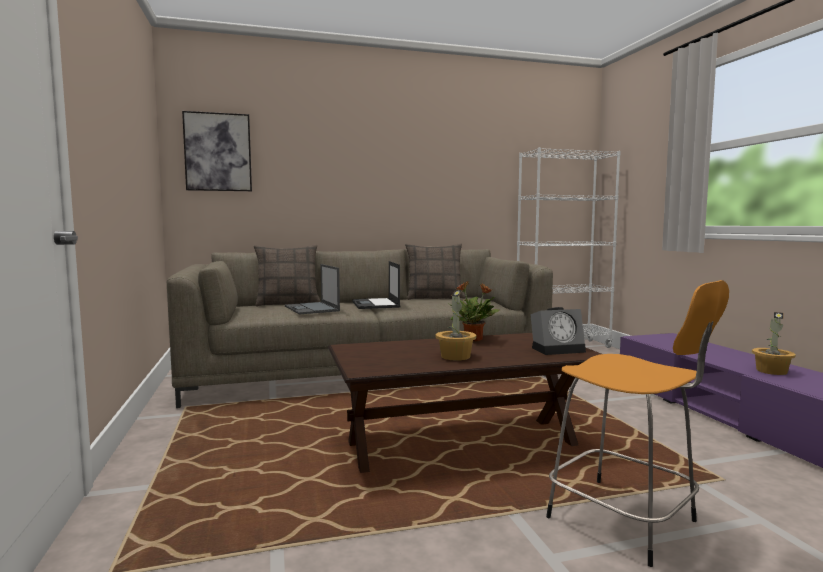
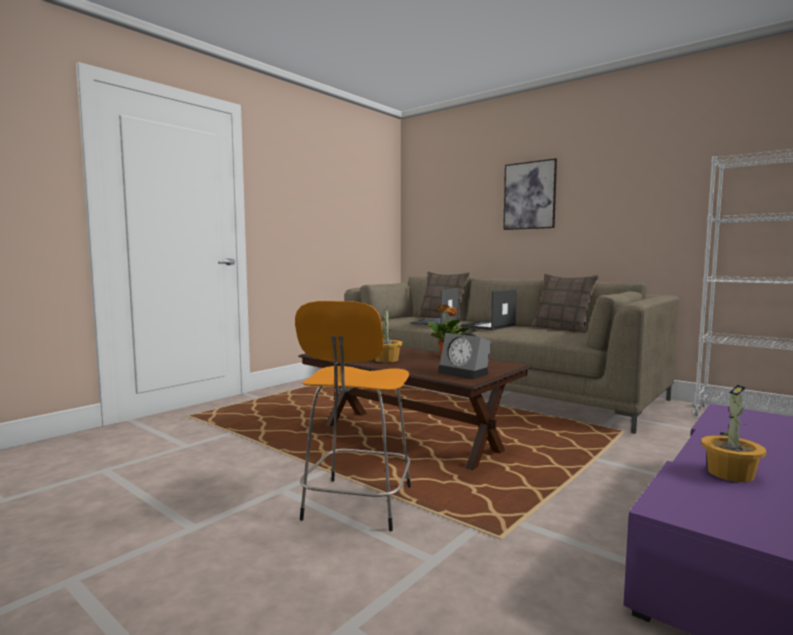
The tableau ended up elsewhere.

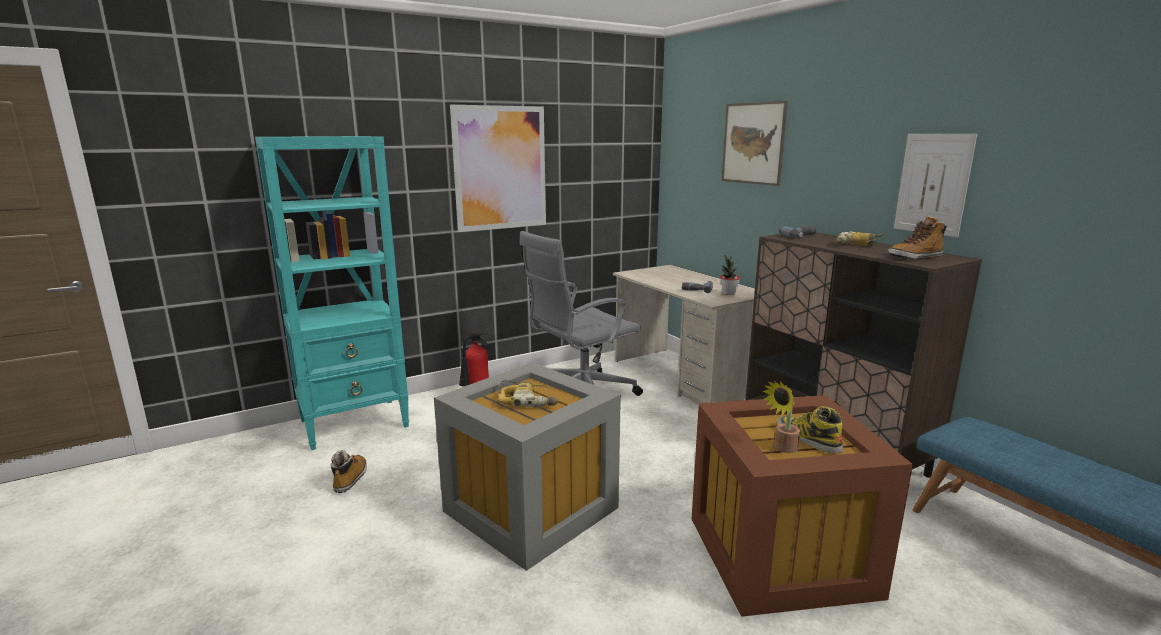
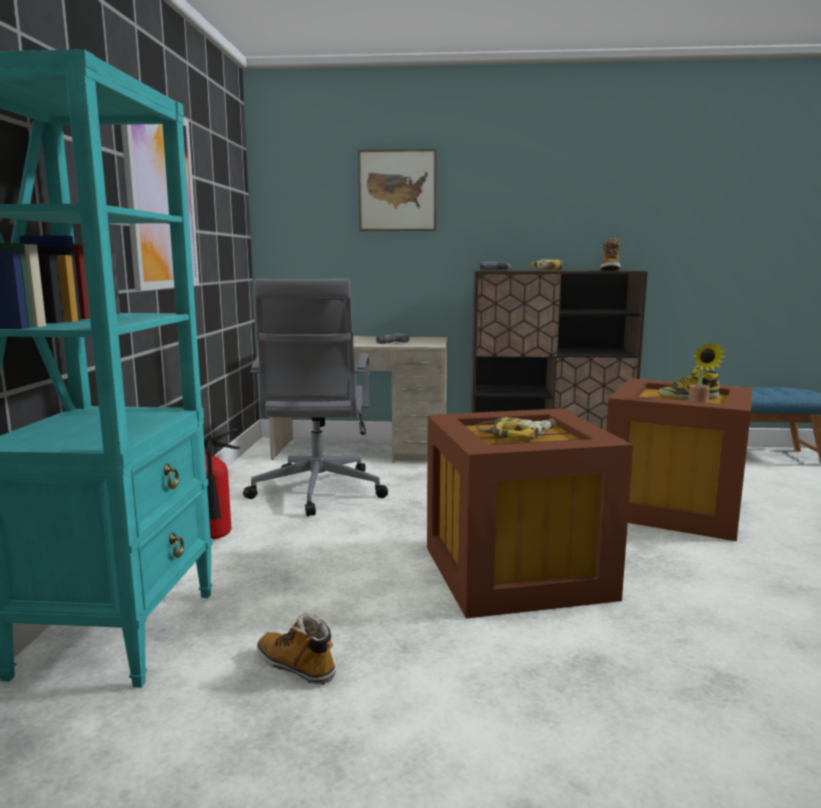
What was the boîte de rangement/gris turned into the boîte de rangement/marron (no. 1 from left).
The second view lost the plante en pot (no. 1 from left).
The second view lost the tableau (no. 3 from left).

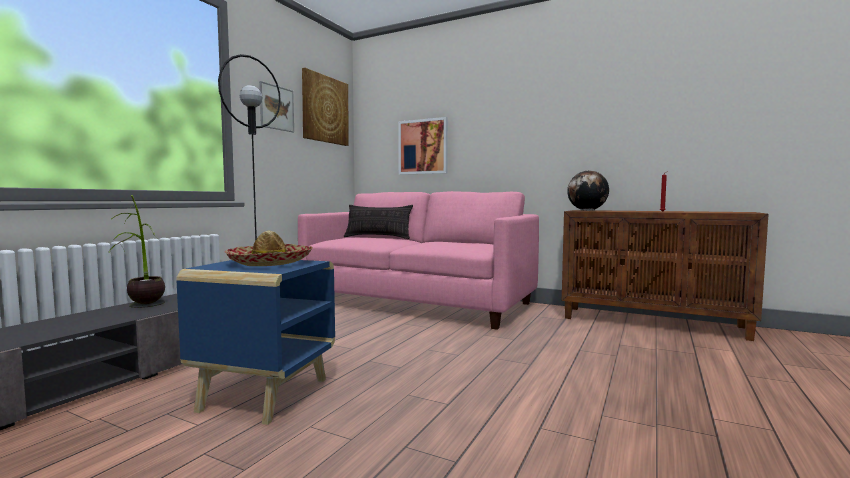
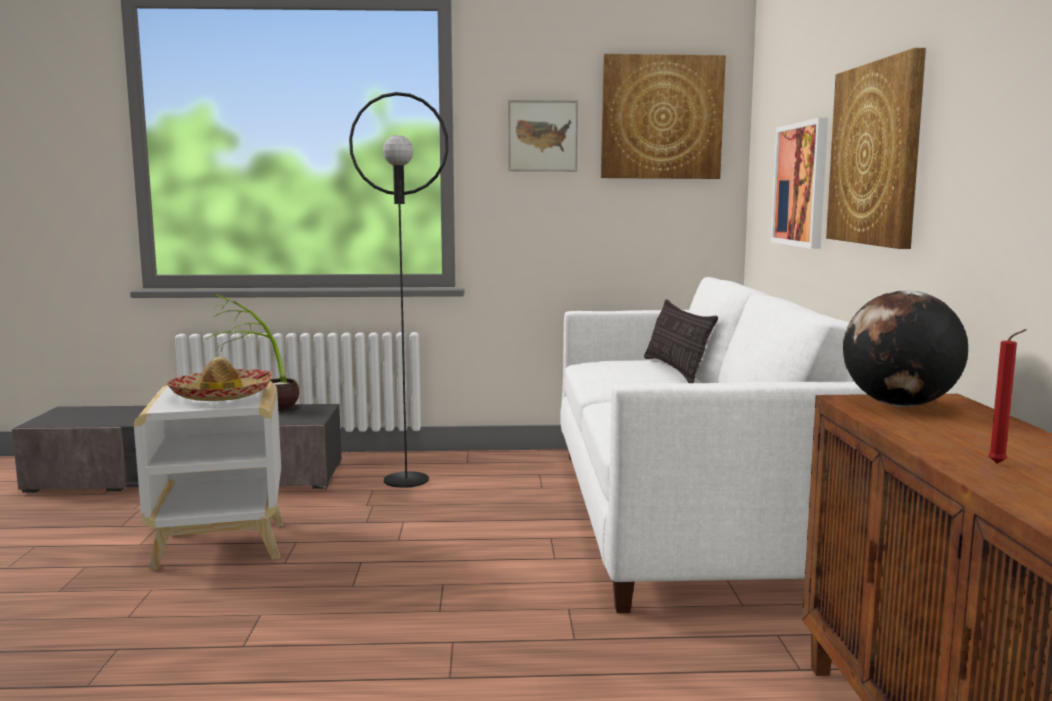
What was the table d'appoint/bleu turned into the table d'appoint/blanc.
What was the canapé/rose turned into the canapé/blanc.
The second view gained the tableau (no. 4 from left).

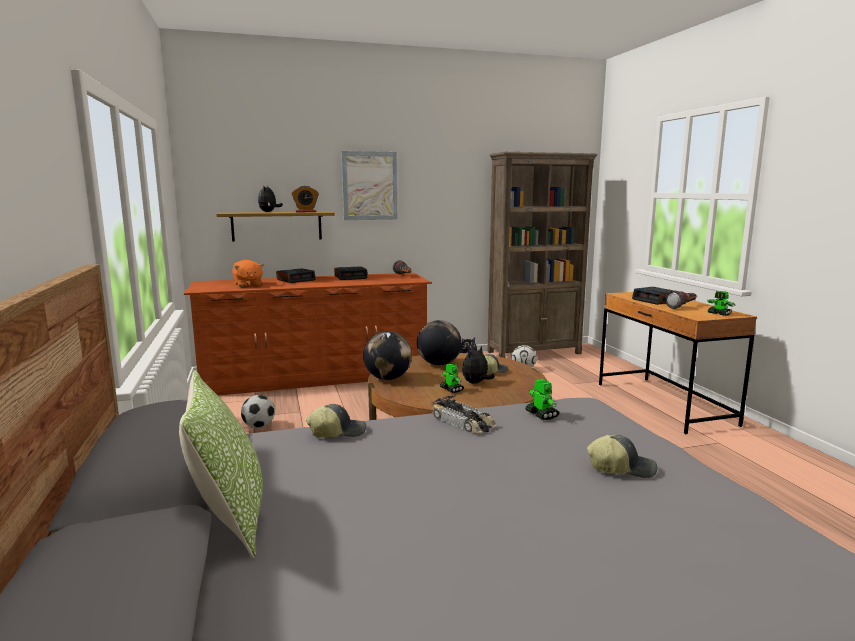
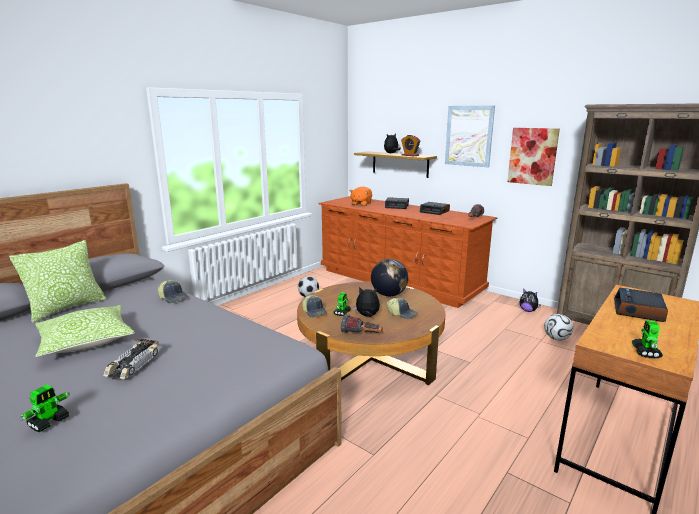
The second view lost the globe (no. 1 from left).
The petite voiture ended up elsewhere.
The robot jouet (no. 2 from left in the first image) ended up elsewhere.
The casquette (no. 3 from left in the first image) ended up elsewhere.
The lampe de poche (no. 2 from left in the first image) ended up elsewhere.
The second view gained the coussin (no. 2 from left).
The second view gained the tableau (no. 2 from left).

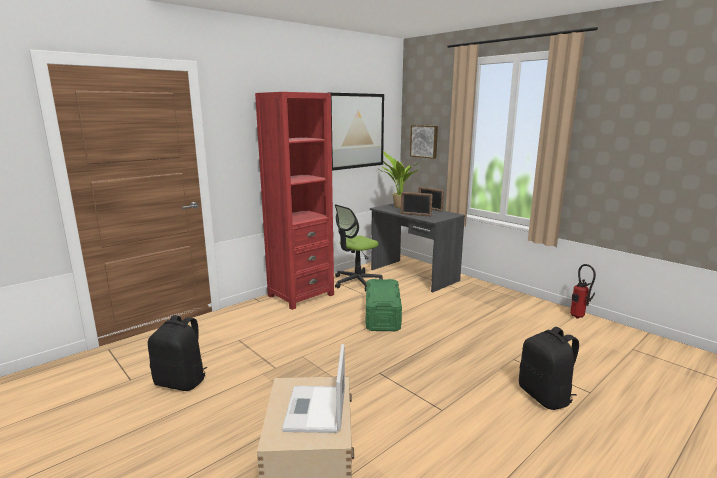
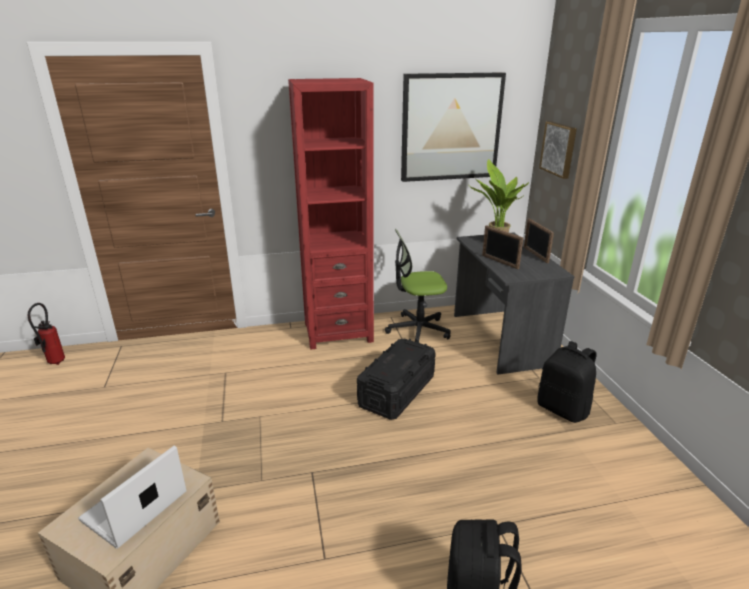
The sac à dos/noir (no. 1 from left in the first image) ended up elsewhere.
What was the boîte de rangement/vert turned into the boîte de rangement/noir.
The extincteur ended up elsewhere.

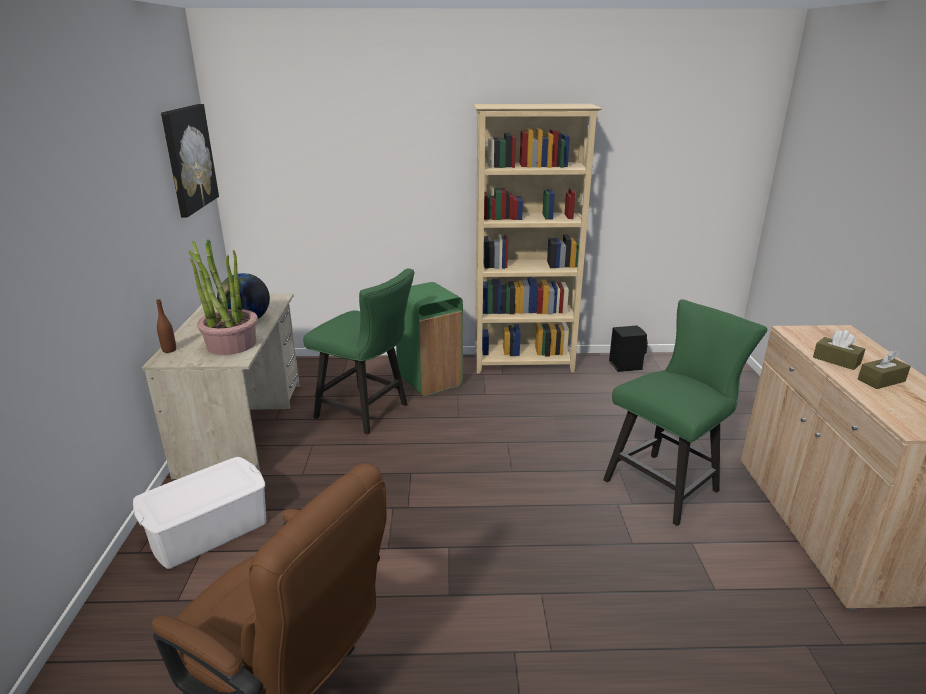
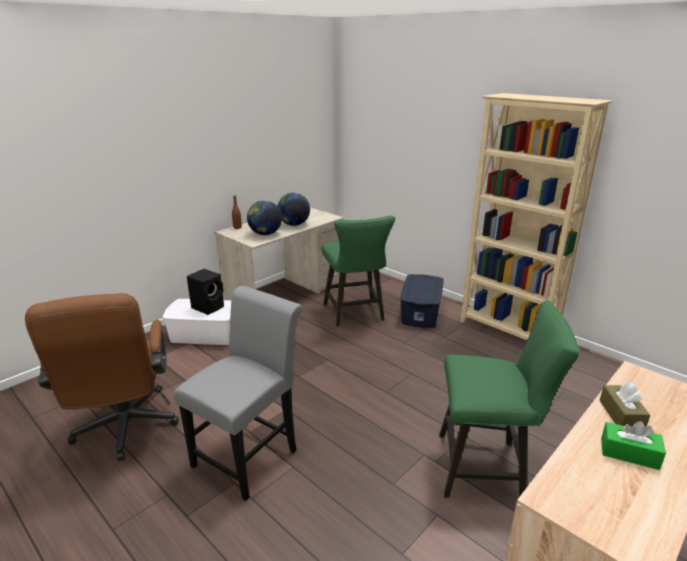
The second view lost the tableau.
Where the plante en pot stood, the globe (no. 1 from left) came to stand.
Where the poubelle/vert stood, the boîte de rangement/bleu came to stand.
The enceinte/noir ended up elsewhere.
What was the boîte à mouchoirs/marron (no. 2 from left) turned into the boîte à mouchoirs/vert.
The second view gained the chaise/gris.

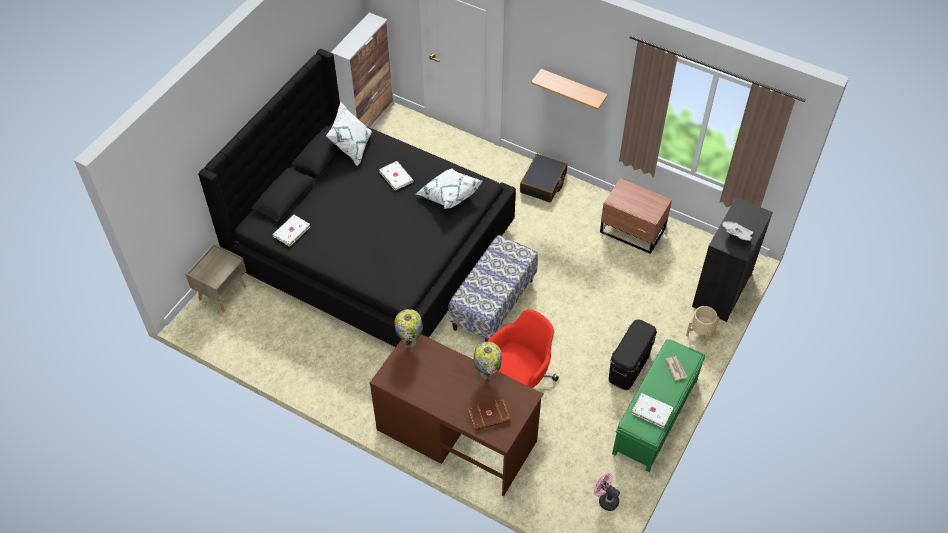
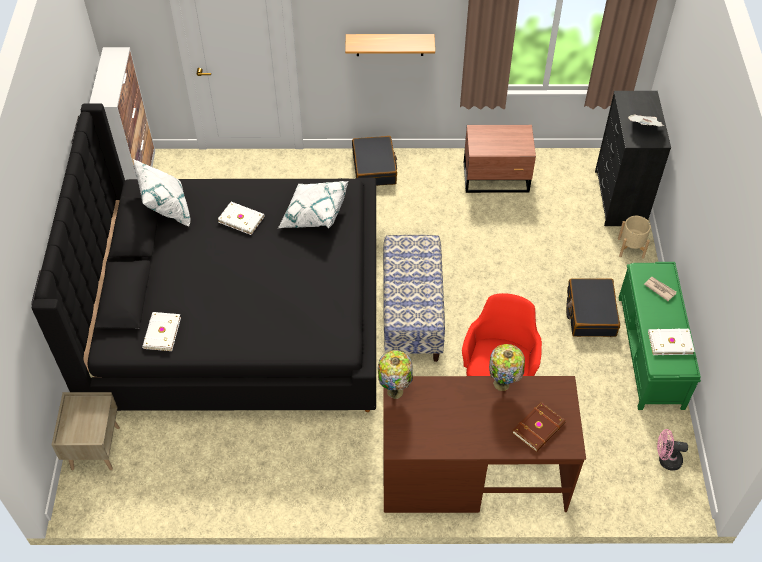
Where the boîte de rangement/noir stood, the valise/noir (no. 2 from left) came to stand.

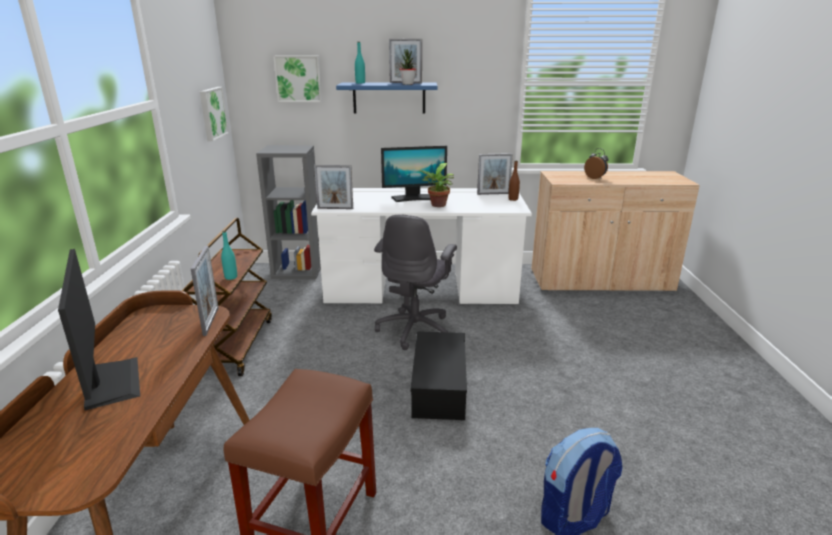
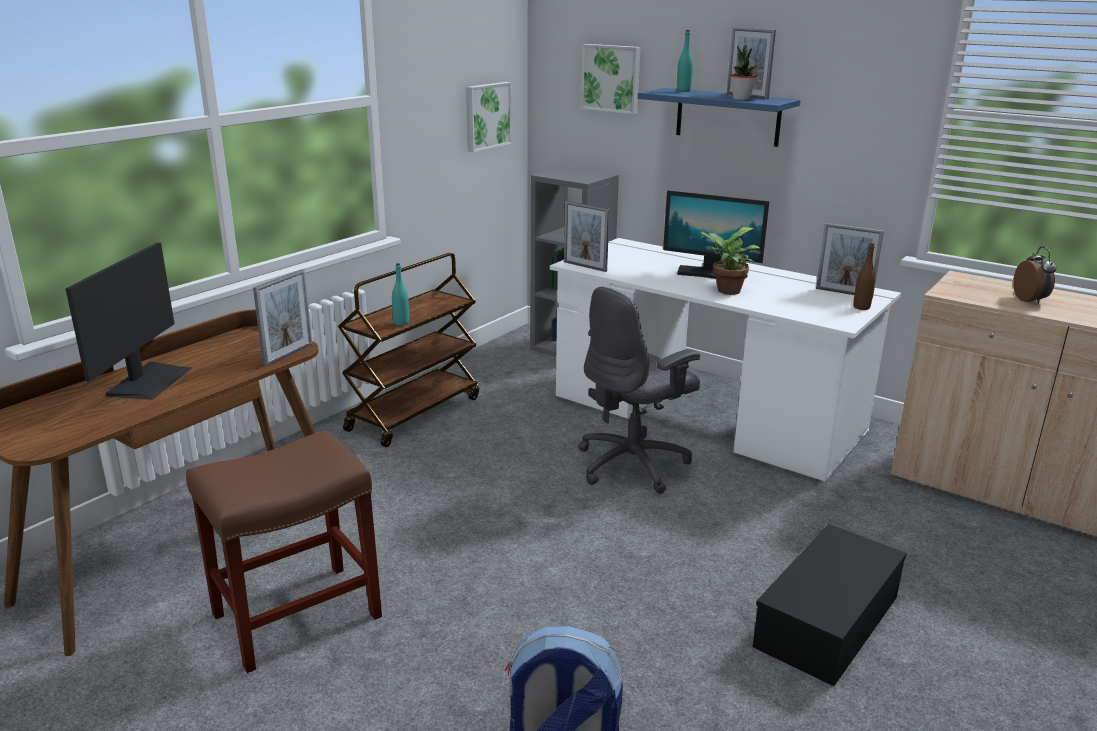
The boîte de rangement/noir ended up elsewhere.

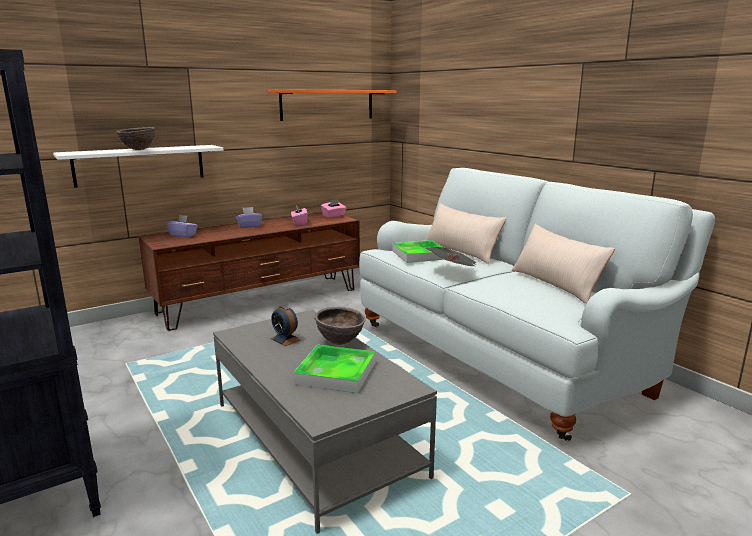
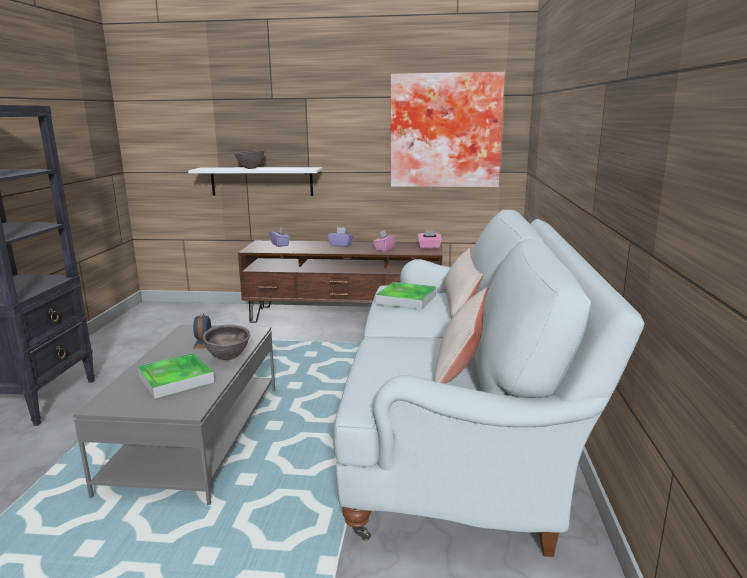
Where the étagère/orange hung, the tableau came to hang.
The second view lost the journal.

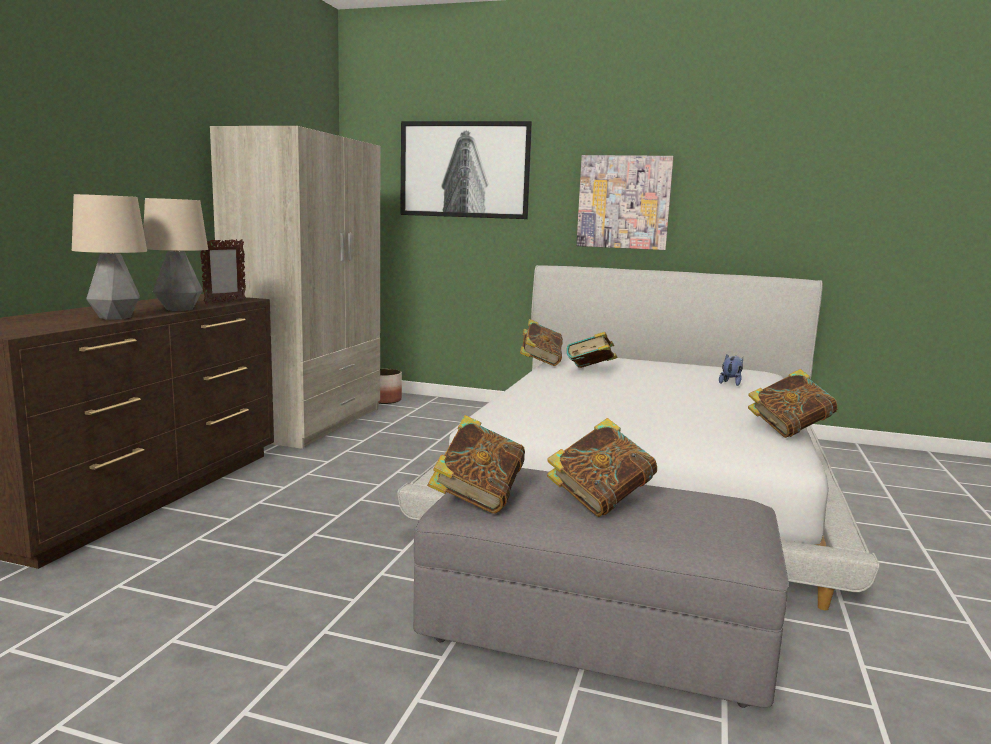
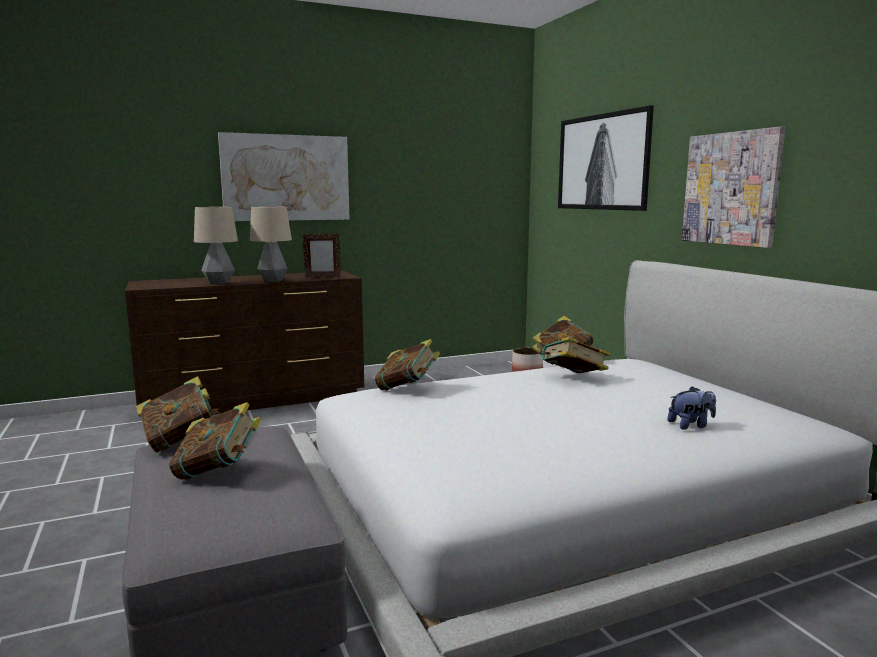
The second view lost the armoire/beige.
The livre (no. 5 from left in the first image) ended up elsewhere.
The second view gained the tableau (no. 1 from left).

